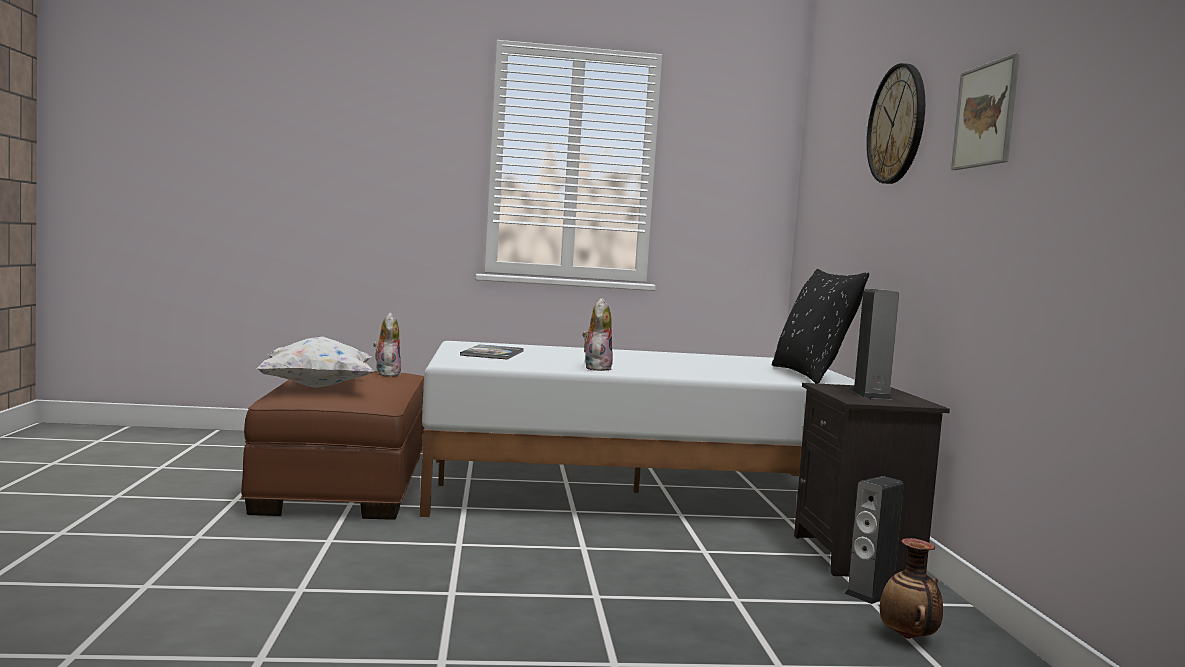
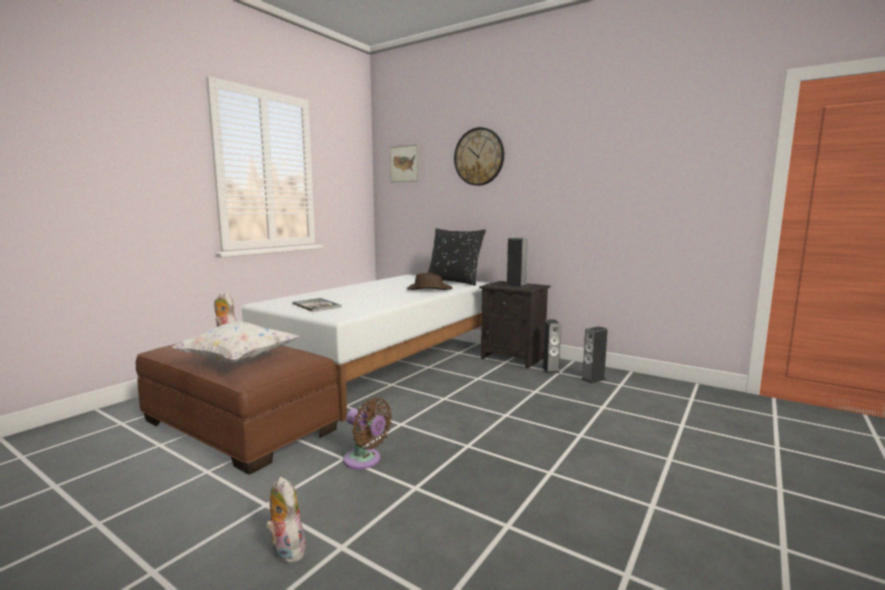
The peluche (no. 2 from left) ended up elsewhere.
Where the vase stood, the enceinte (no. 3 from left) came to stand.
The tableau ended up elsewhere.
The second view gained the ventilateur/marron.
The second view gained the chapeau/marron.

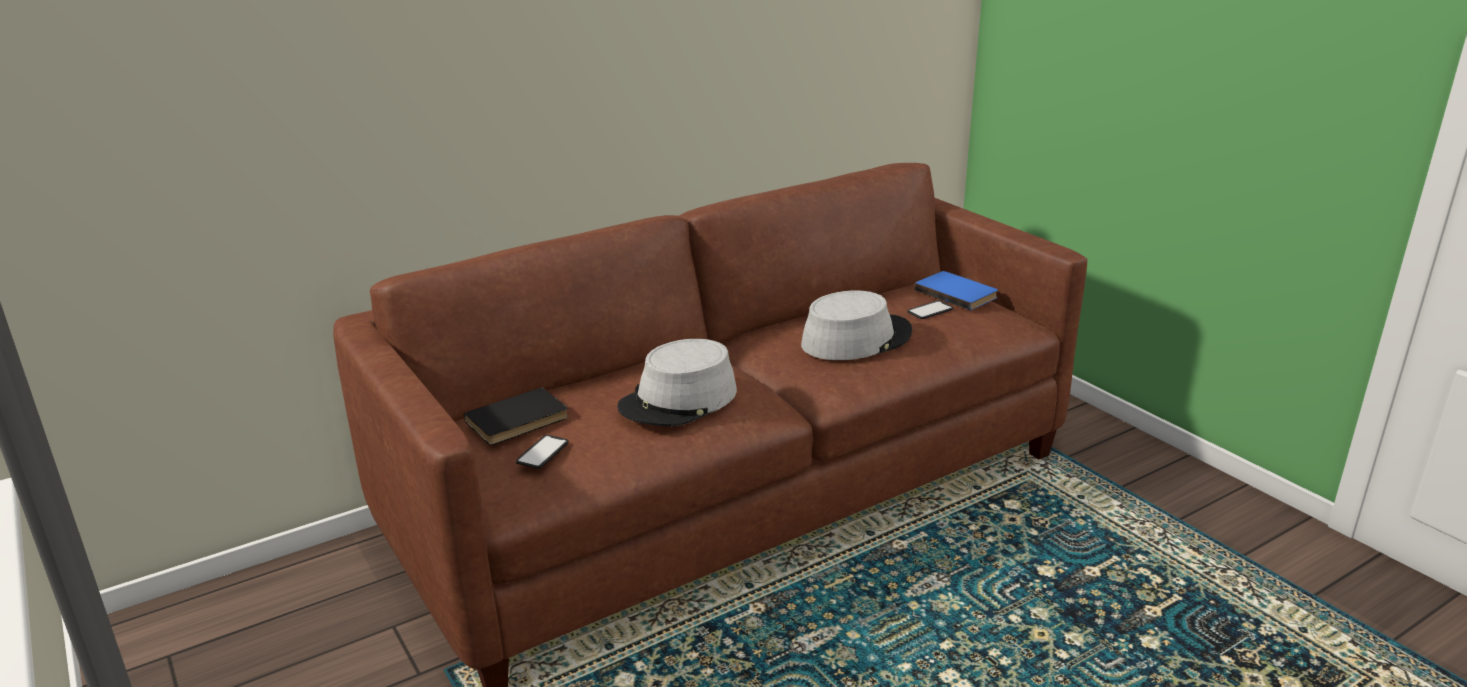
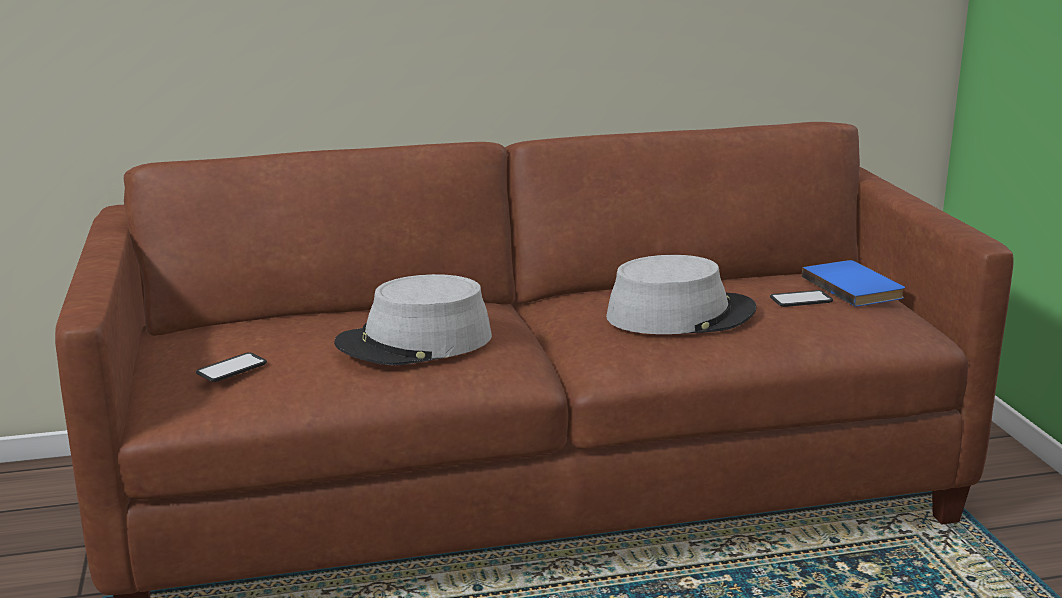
The second view lost the livre/noir.

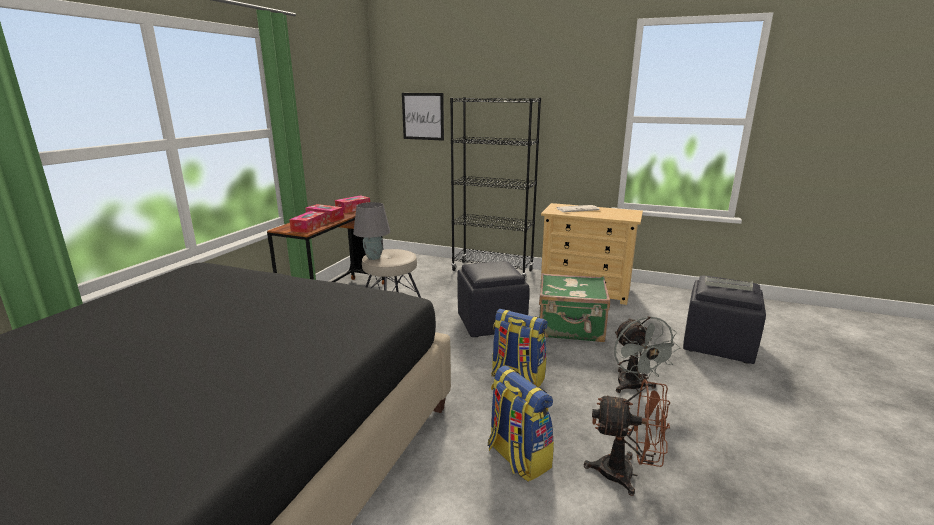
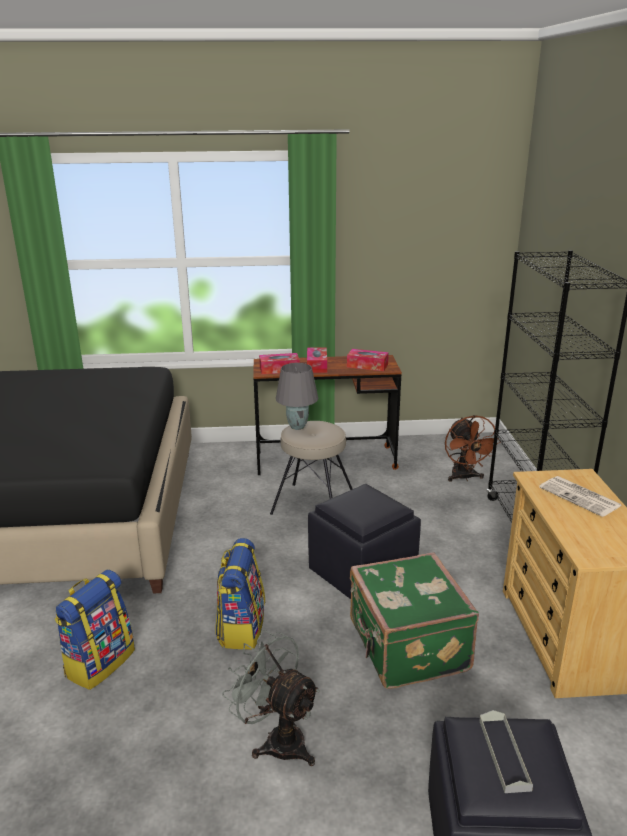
The second view lost the tableau.
The ventilateur/marron ended up elsewhere.
The ventilateur/gris ended up facing another way, 75 degrees clockwise from before.

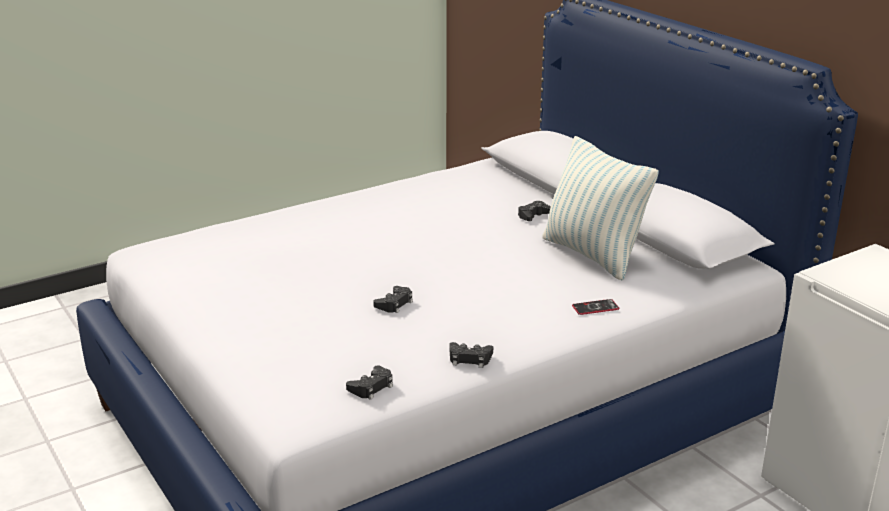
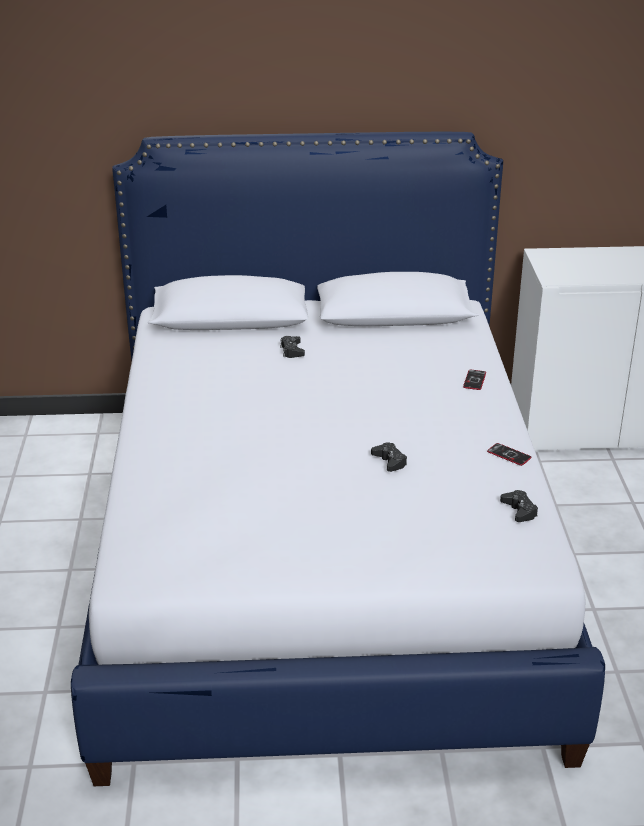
Where the manette/noir (no. 3 from left) stood, the téléphone (no. 2 from left) came to stand.
The second view lost the coussin.

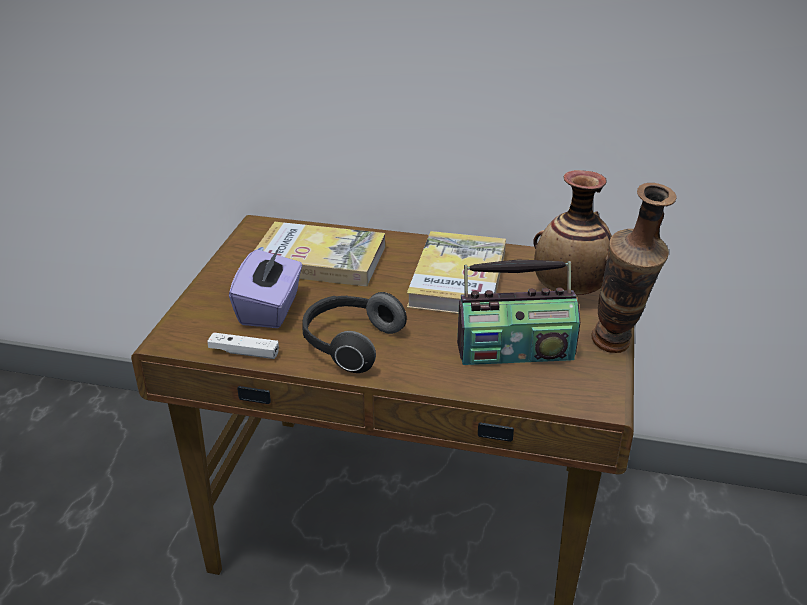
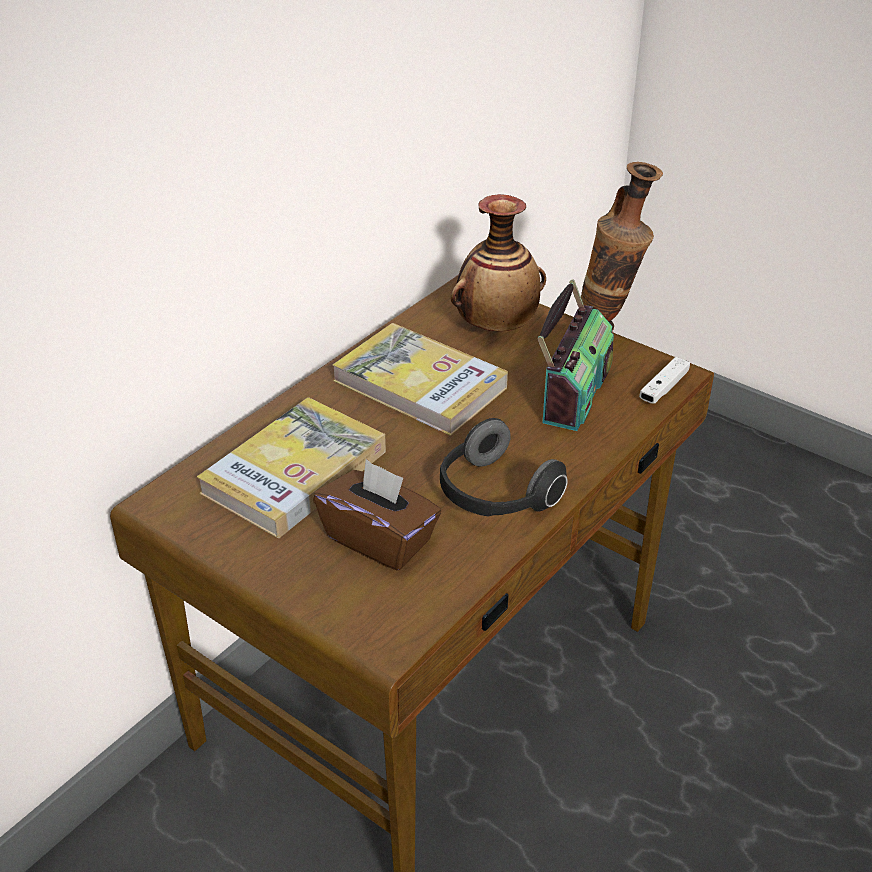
The manette/blanc ended up elsewhere.
What was the boîte à mouchoirs/violet turned into the boîte à mouchoirs/marron.

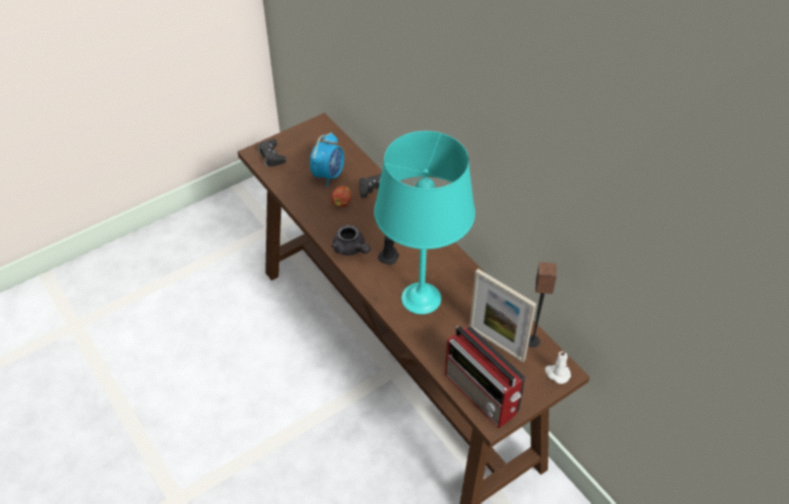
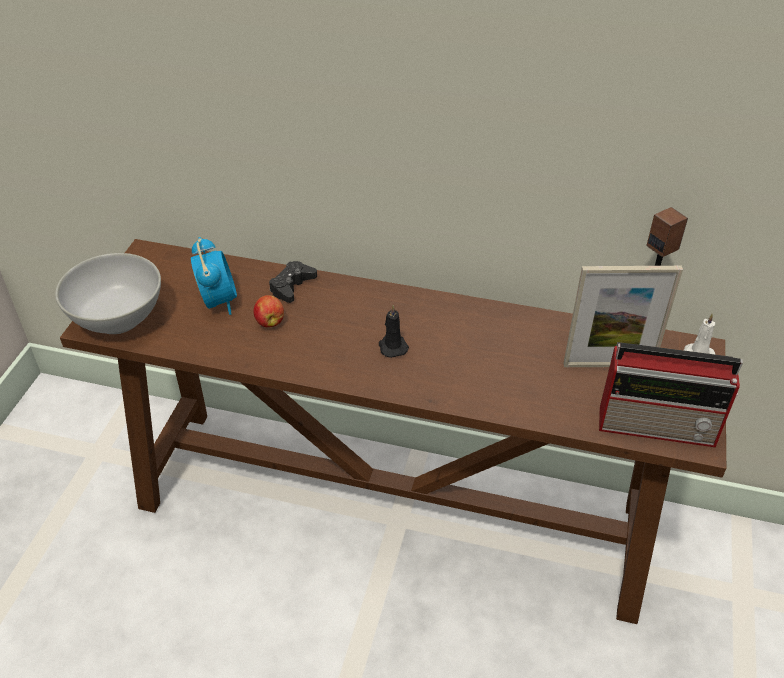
Where the manette/noir (no. 1 from left) stood, the bol/blanc came to stand.
The second view lost the théière/gris.
The second view lost the lampe de table/turquoise.

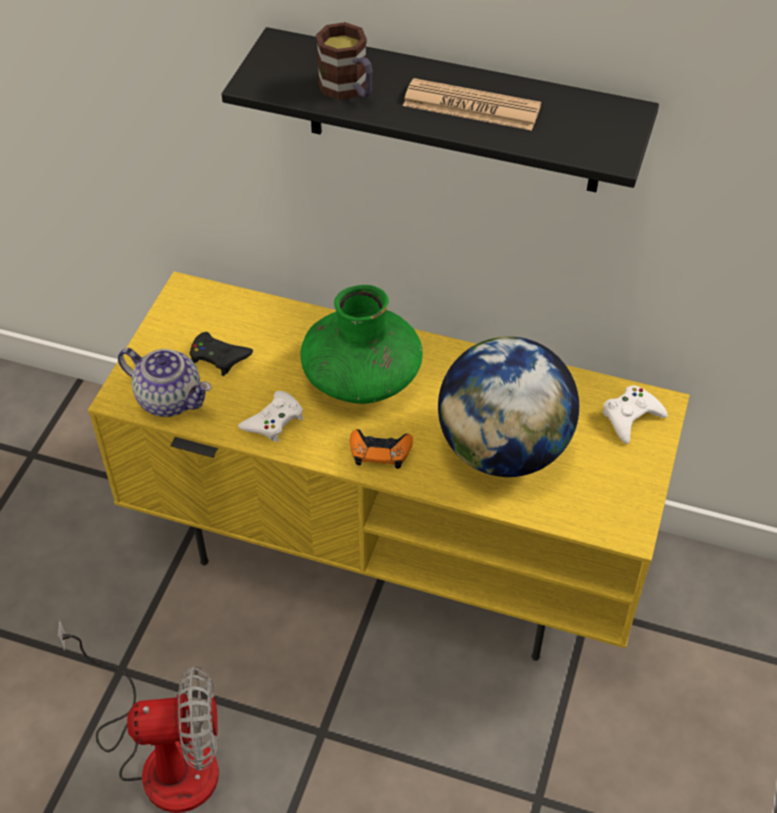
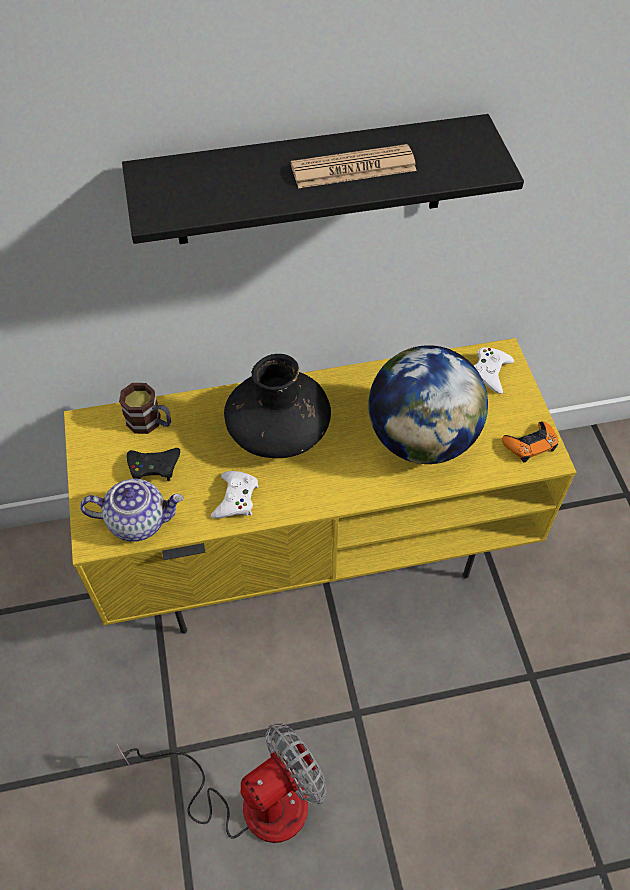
What was the vase/vert turned into the vase/noir.
The mug ended up elsewhere.
The manette/orange ended up elsewhere.

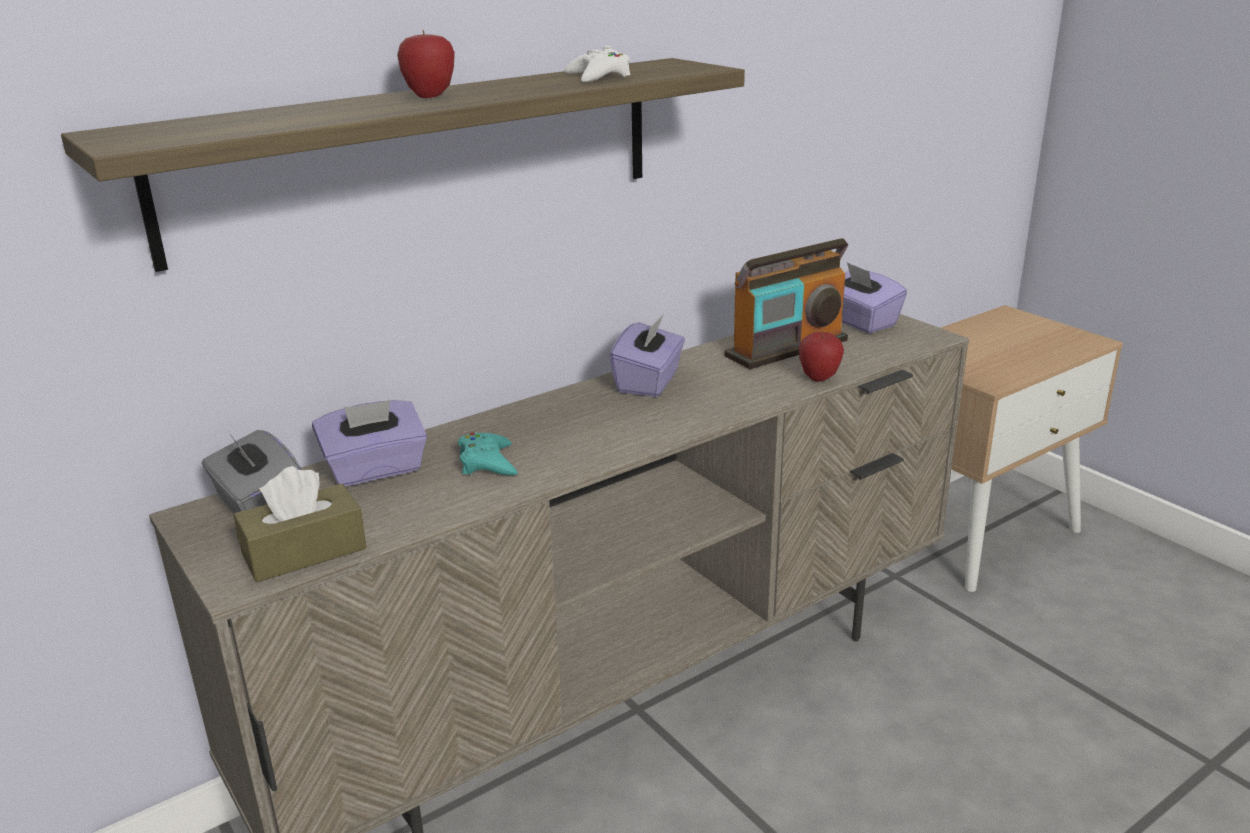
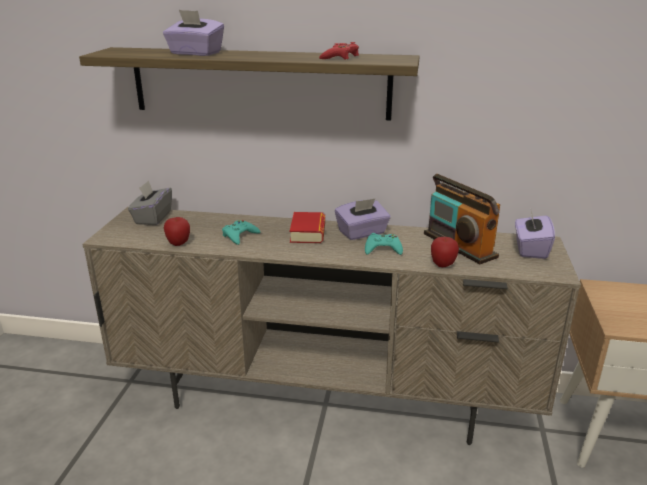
The second view lost the boîte à mouchoirs/marron.
The boîte à mouchoirs/violet (no. 1 from left) ended up elsewhere.
The pomme (no. 1 from left) ended up elsewhere.
What was the manette/blanc turned into the manette/rouge.
The radio ended up facing another way, 45 degrees clockwise from before.
The second view gained the livre.
The second view gained the manette/turquoise (no. 2 from left).

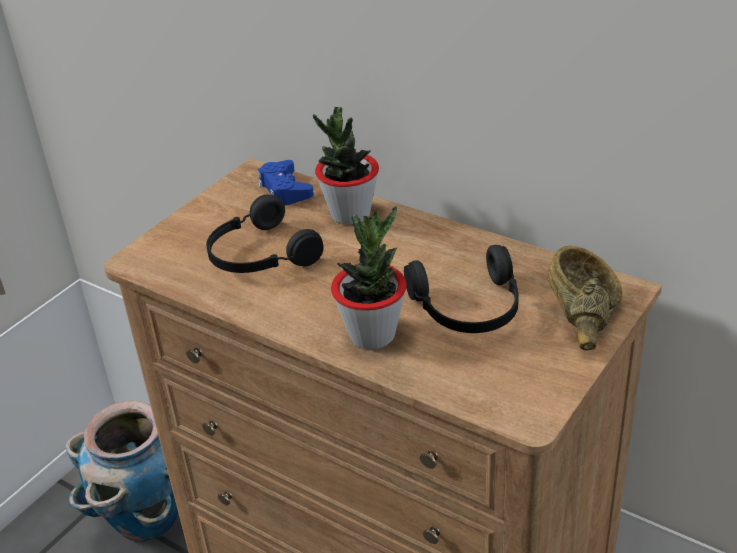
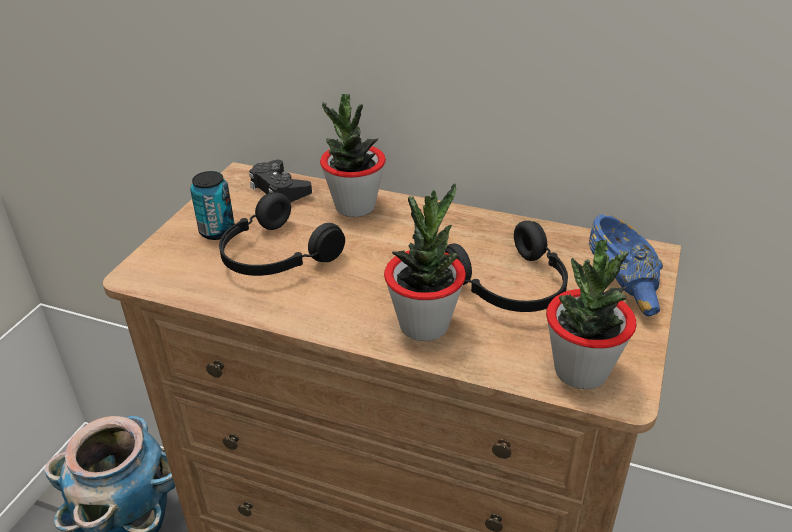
What was the manette/bleu turned into the manette/noir.
What was the bol/marron turned into the bol/bleu.
The second view gained the boîte métallique.
The second view gained the plante en pot (no. 3 from left).

